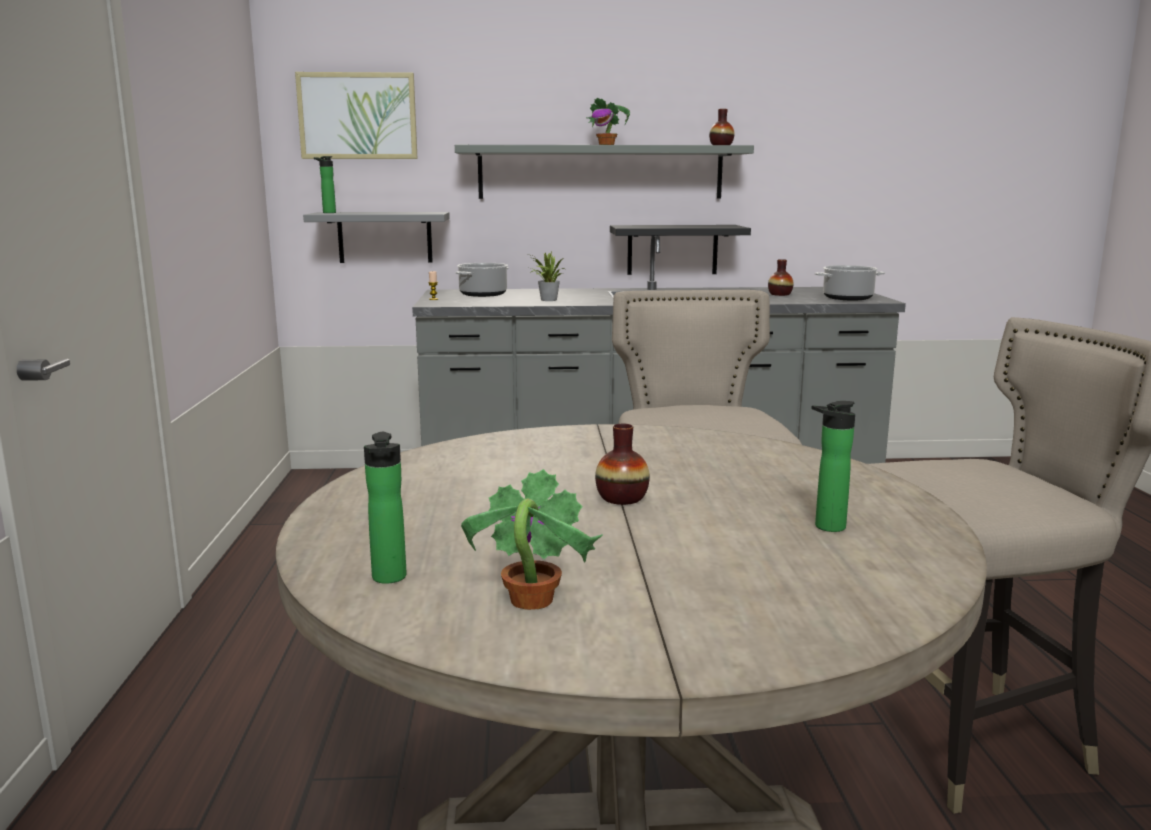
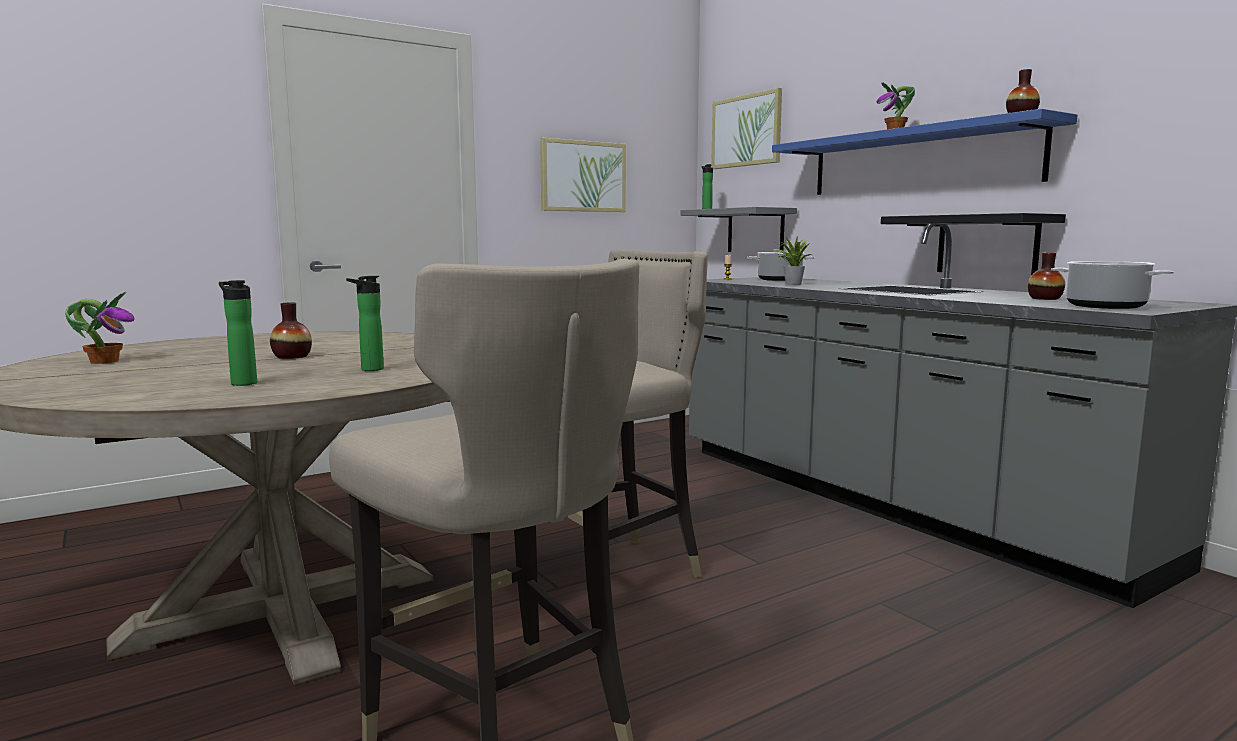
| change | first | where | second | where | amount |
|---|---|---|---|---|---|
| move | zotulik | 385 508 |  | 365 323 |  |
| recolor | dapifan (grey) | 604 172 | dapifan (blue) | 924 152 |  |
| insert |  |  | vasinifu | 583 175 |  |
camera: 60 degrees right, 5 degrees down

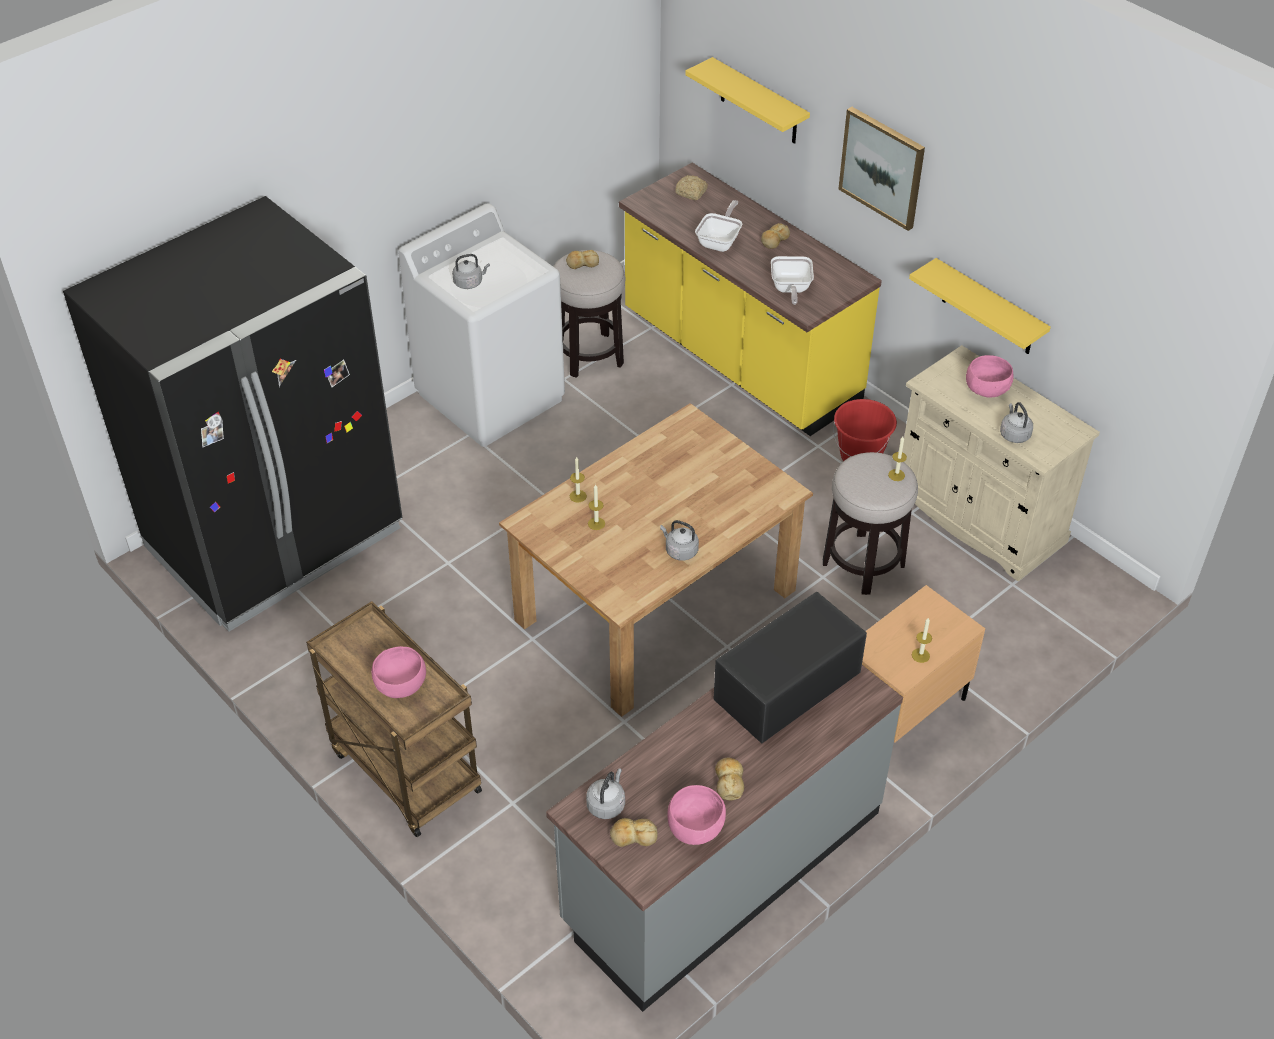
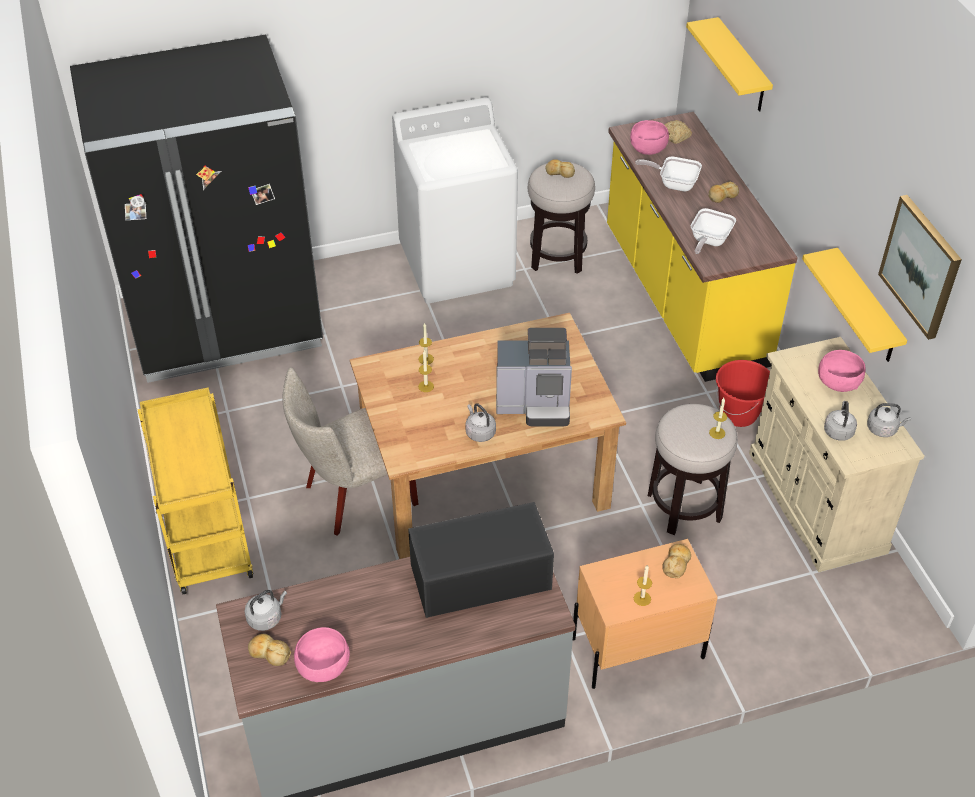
| change | first | where | second | where | amount |
|---|---|---|---|---|---|
| recolor | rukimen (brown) | 394 719 | rukimen (yellow) | 195 490 |  |
| move | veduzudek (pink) | 398 672 |  | 649 137 |  |
| move | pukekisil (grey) | 471 271 |  | 889 420 |  |
| rotate | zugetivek | 718 226 |  | 668 174 | 120 degrees counterclockwise |
| move | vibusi | 729 779 |  | 676 561 |  |
| move | vasinifu | 881 169 |  | 920 267 |  |
| insert |  |  | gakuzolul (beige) | 351 451 |  |
| insert |  |  | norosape | 534 377 |  |
camera: 25 degrees right, 0 degrees up

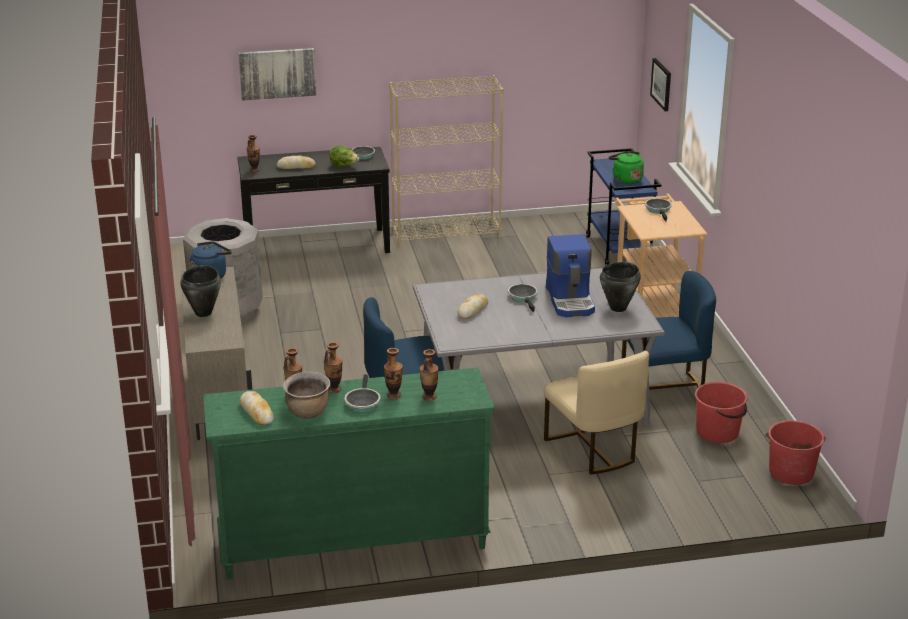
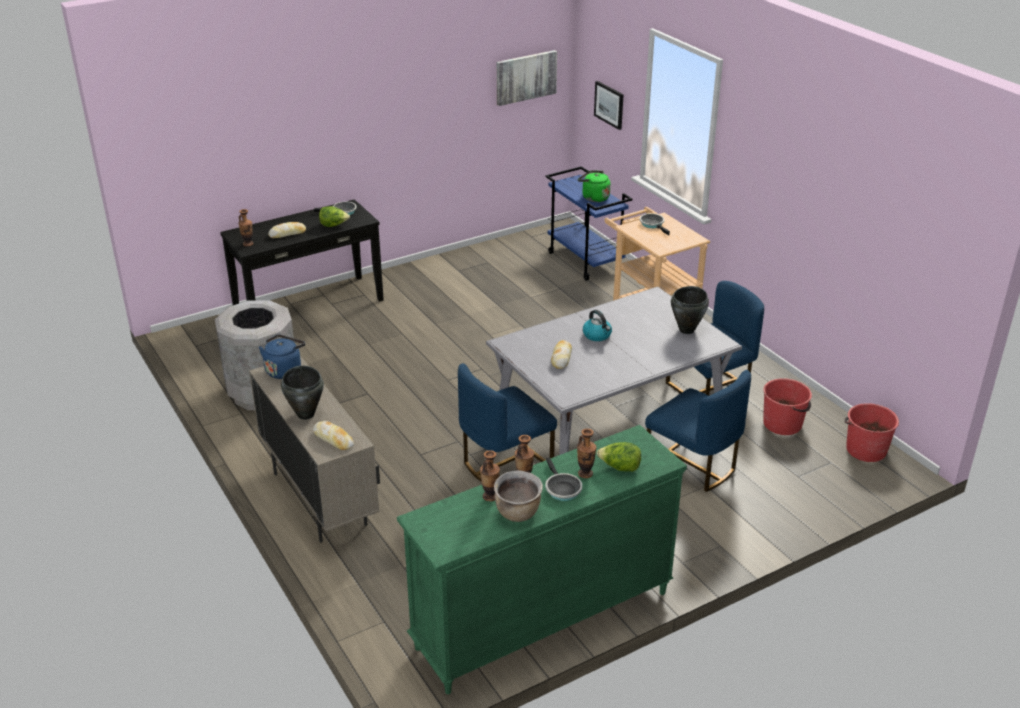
| change | first | where | second | where | amount |
|---|---|---|---|---|---|
| move | vasinifu | 277 74 |  | 527 78 |  |
| move | vibusi | 257 408 |  | 333 435 |  |
| delete | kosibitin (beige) | 446 160 |  |  |  |
| replace | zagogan | 429 375 | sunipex | 619 457 |  |
| replace | zugetivek | 523 298 | pukekisil | 597 325 |  |
| recolor | gakuzolul (beige) | 596 413 | gakuzolul (blue) | 698 431 |  |
| delete | norosape | 570 275 |  |  |  |
camera: 20 degrees left, 5 degrees up

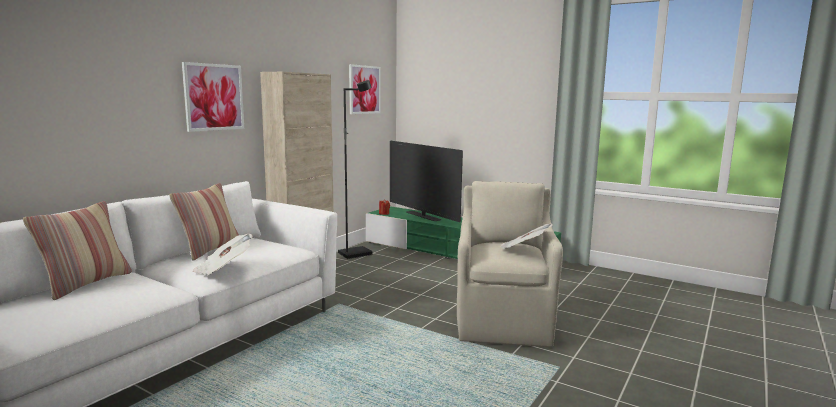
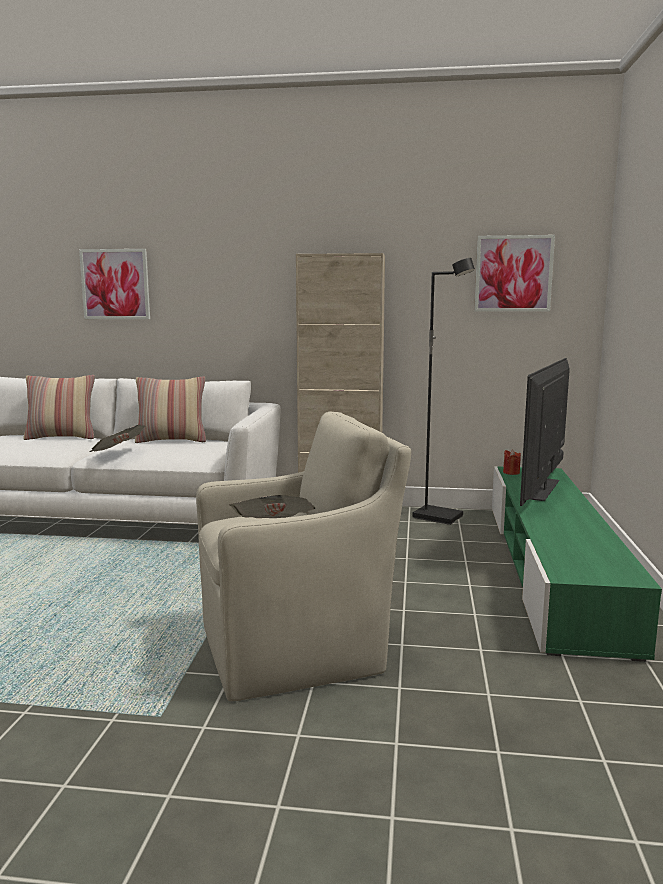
| change | first | where | second | where | amount |
|---|---|---|---|---|---|
| move | vasinifu | 213 97 |  | 114 284 |  |
camera: 65 degrees right, 0 degrees up

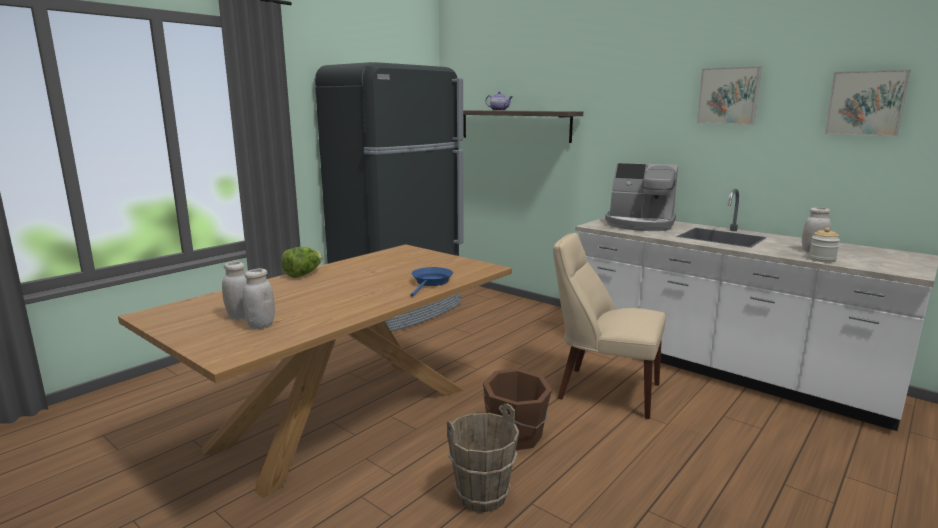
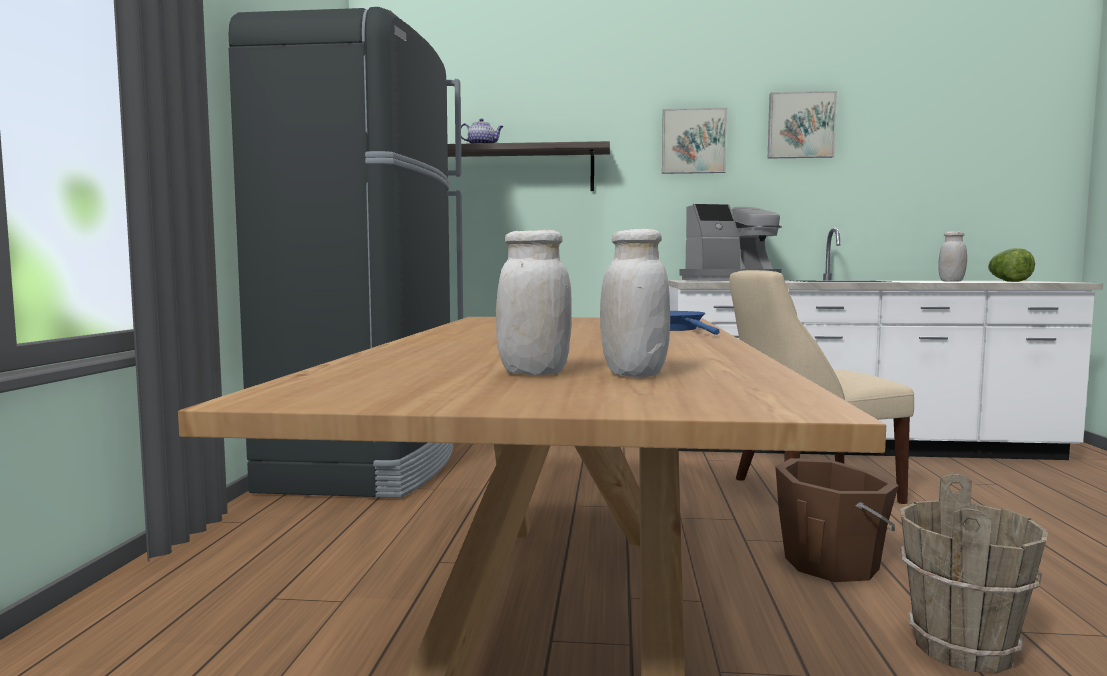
| change | first | where | second | where | amount |
|---|---|---|---|---|---|
| move | sunipex | 302 262 |  | 1011 265 |  |
| delete | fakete | 824 245 |  |  |  |
| move | vasinifu | 867 103 |  | 694 141 |  |
camera: 35 degrees left, 10 degrees down

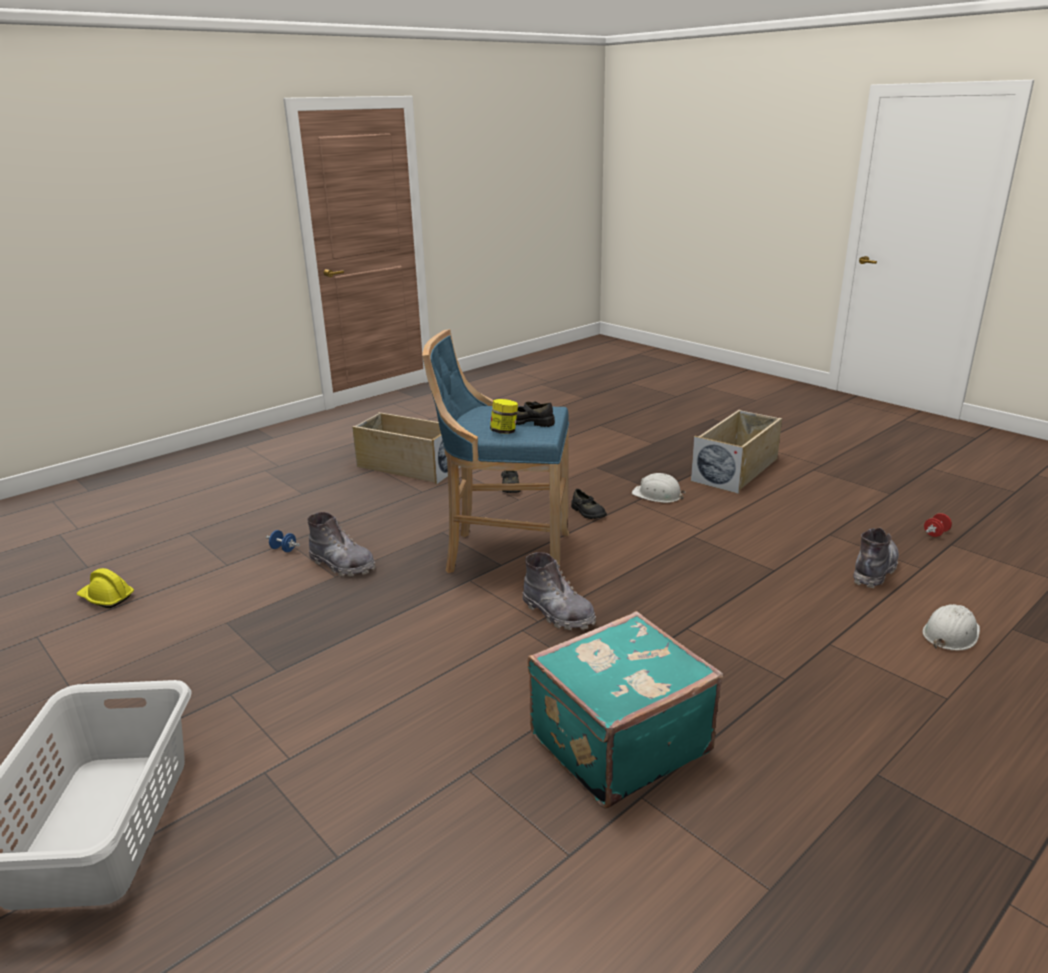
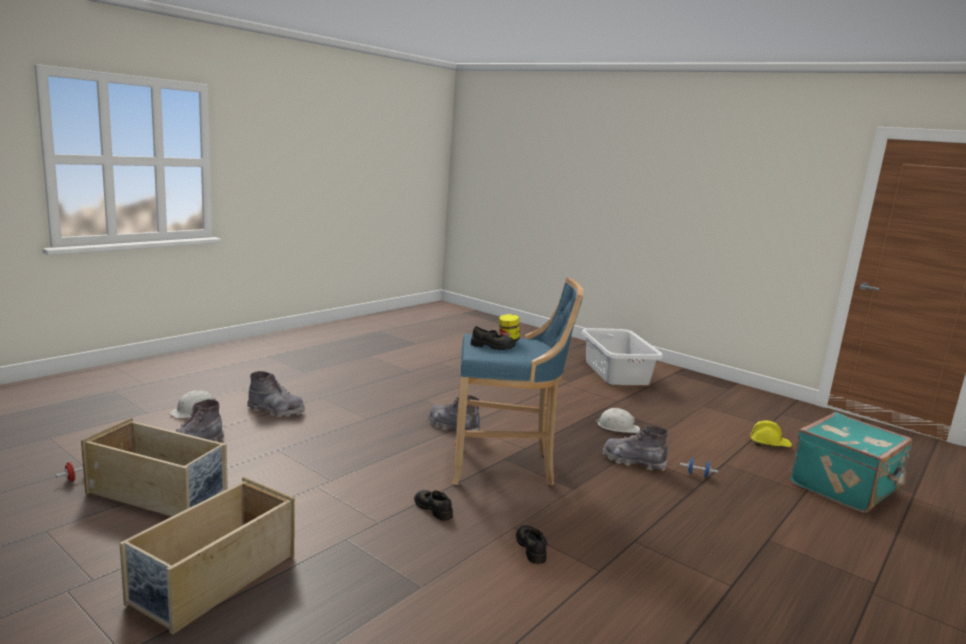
| change | first | where | second | where | amount |
|---|---|---|---|---|---|
| move | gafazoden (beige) | 406 448 |  | 154 467 |  |
| move | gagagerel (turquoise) | 625 710 |  | 851 462 |  |
| move | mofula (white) | 658 488 |  | 618 420 |  |
| insert |  |  | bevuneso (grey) | 276 394 |  |
camera: 170 degrees right, 10 degrees down

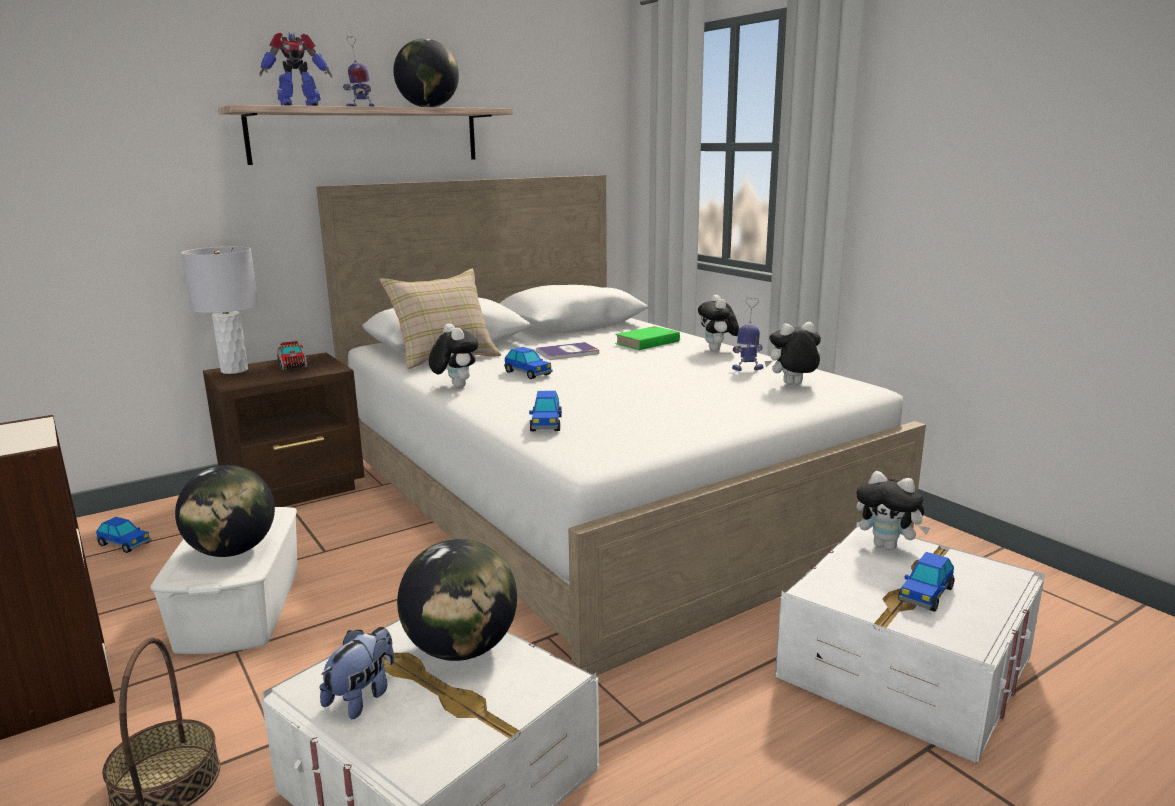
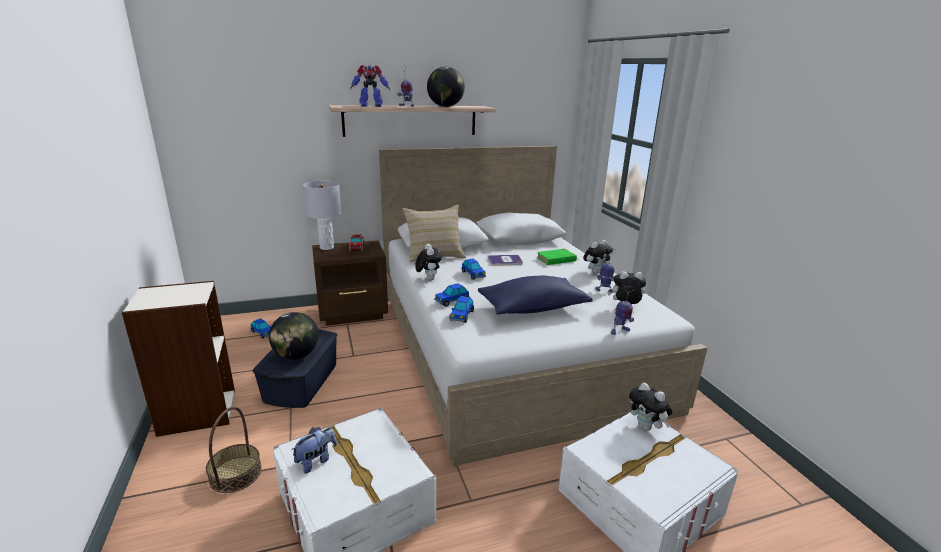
| change | first | where | second | where | amount |
|---|---|---|---|---|---|
| recolor | gafazoden (white) | 224 580 | gafazoden (blue) | 295 369 |  |
| delete | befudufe | 457 600 |  |  |  |
| rotate | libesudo | 718 323 |  | 598 257 | 135 degrees counterclockwise |
| move | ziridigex | 926 582 |  | 452 295 |  |
| insert |  |  | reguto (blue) | 535 295 |  |
| insert |  |  | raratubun | 622 310 |  |
camera: 15 degrees right, 5 degrees up

